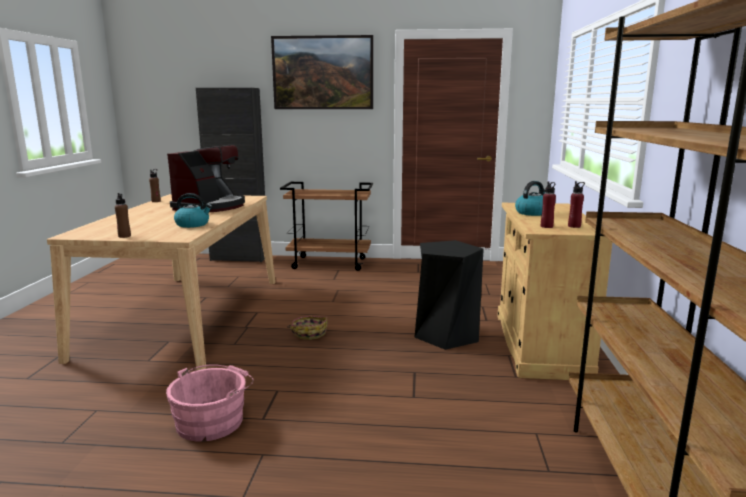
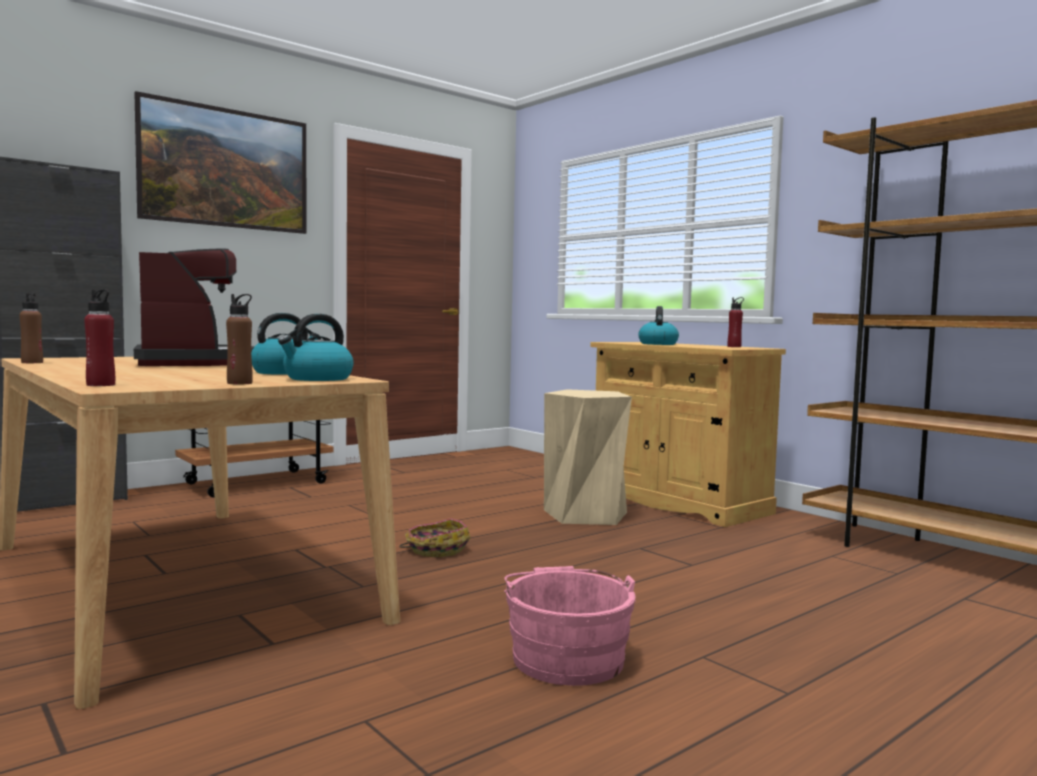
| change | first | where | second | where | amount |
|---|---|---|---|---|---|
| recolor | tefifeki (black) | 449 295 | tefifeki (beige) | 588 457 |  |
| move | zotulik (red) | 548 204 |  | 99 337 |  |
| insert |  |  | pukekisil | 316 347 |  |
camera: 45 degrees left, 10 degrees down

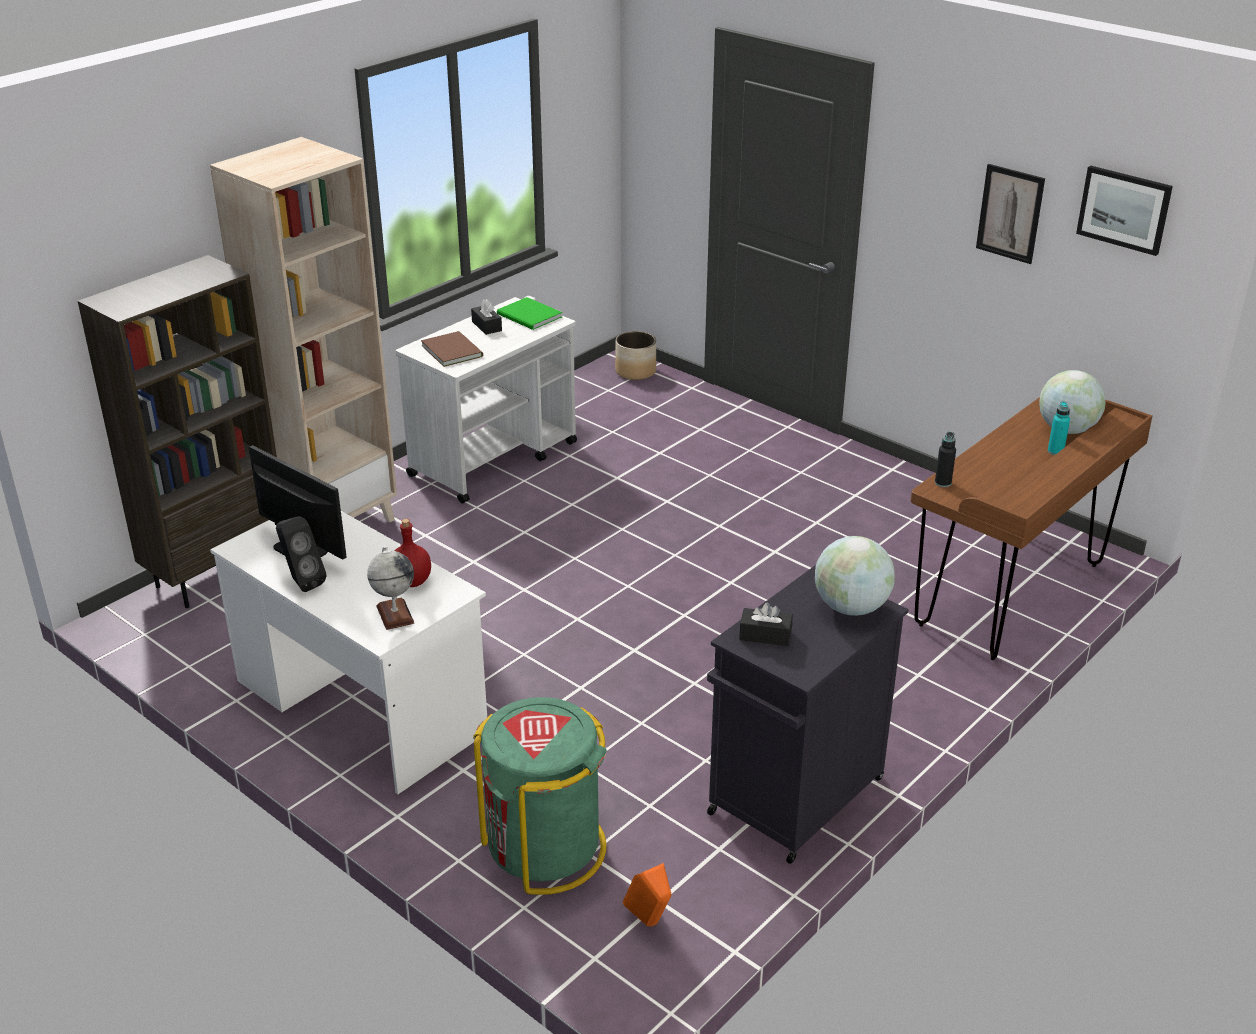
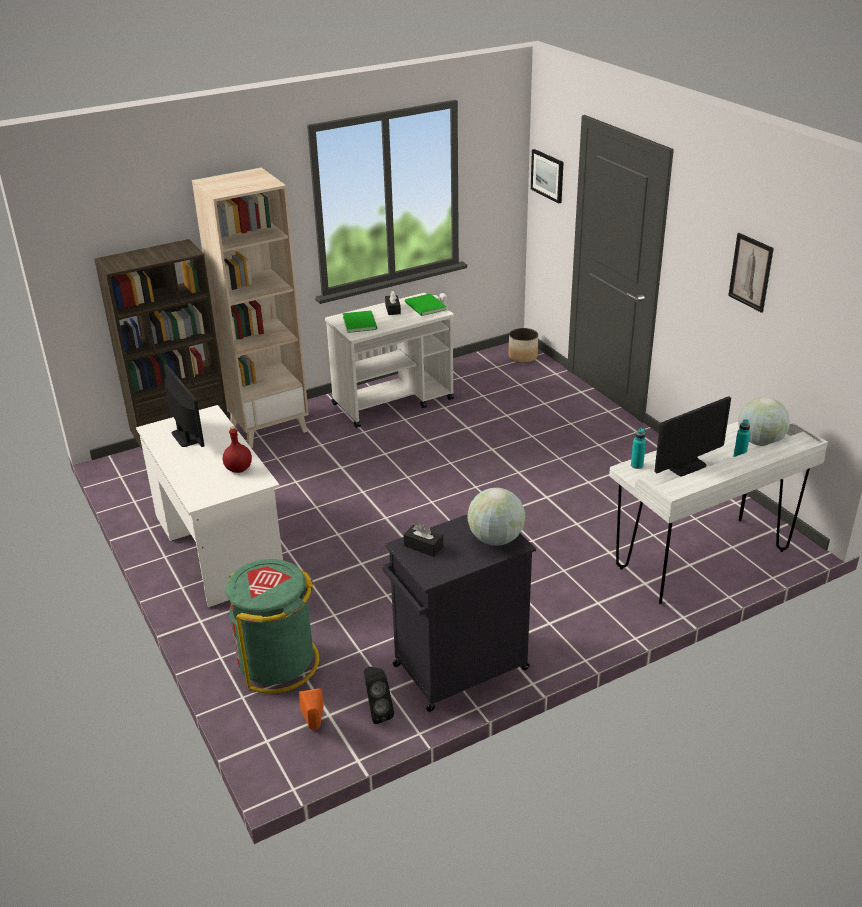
| change | first | where | second | where | amount |
|---|---|---|---|---|---|
| move | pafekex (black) | 301 554 |  | 379 695 |  |
| delete | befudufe | 390 588 |  |  |  |
| recolor | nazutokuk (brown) | 452 349 | nazutokuk (green) | 360 321 |  |
| recolor | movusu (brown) | 1032 528 | movusu (white) | 718 512 |  |
| recolor | zotulik (black) | 945 459 | zotulik (turquoise) | 638 448 |  |
| move | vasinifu | 1124 211 |  | 547 176 |  |
| insert |  |  | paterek | 692 436 |  |
camera: 20 degrees right, 0 degrees up

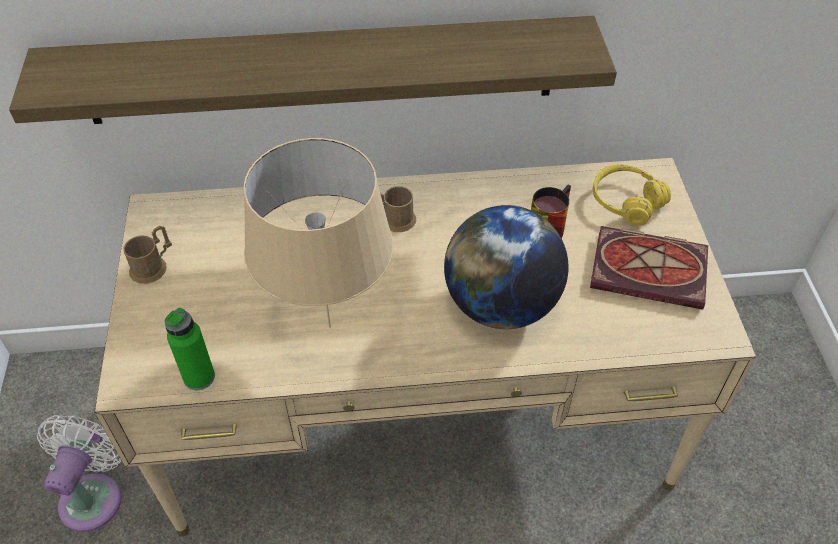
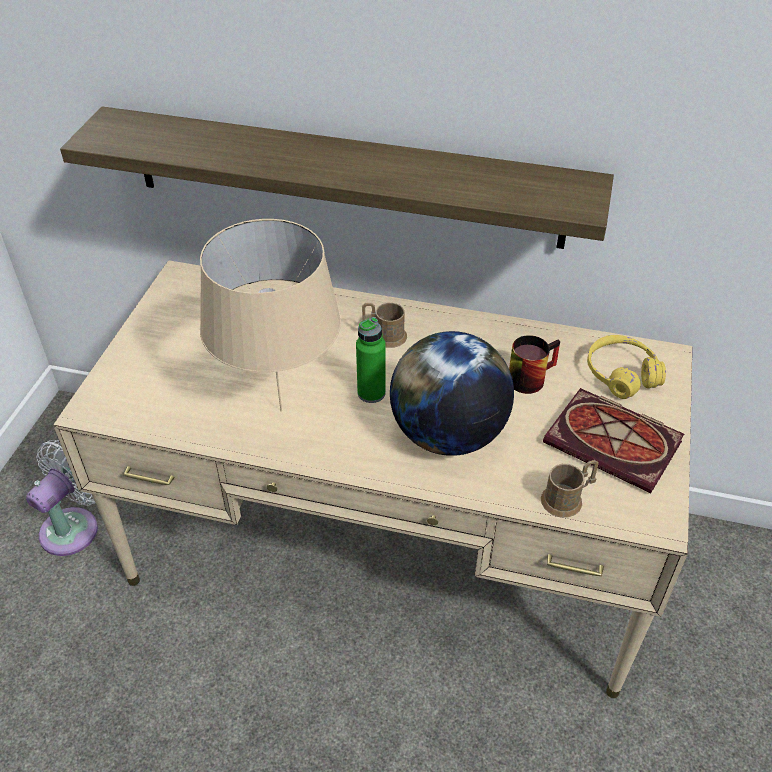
| change | first | where | second | where | amount |
|---|---|---|---|---|---|
| move | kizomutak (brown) | 148 255 |  | 570 489 |  |
| move | zotulik (green) | 190 349 |  | 371 360 |  |
camera: 20 degrees right, 5 degrees down

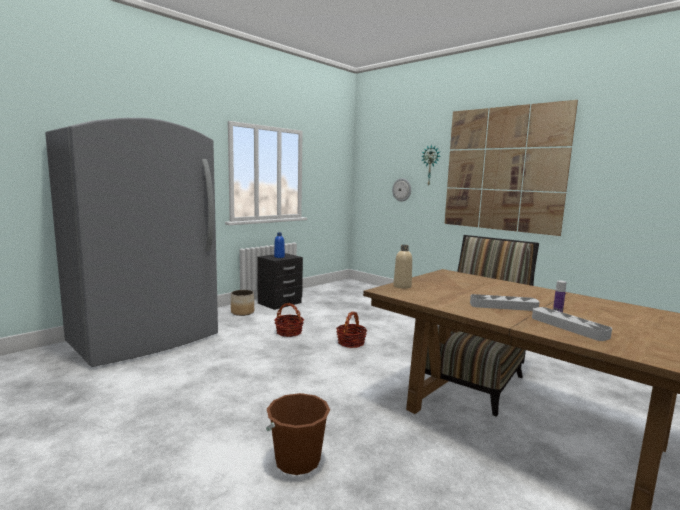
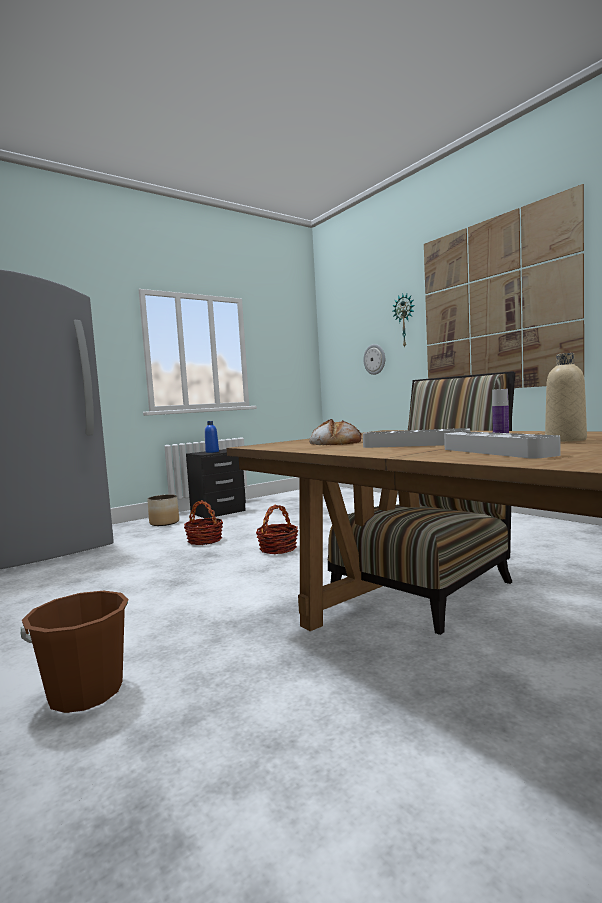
| change | first | where | second | where | amount |
|---|---|---|---|---|---|
| move | zotulik (beige) | 402 267 |  | 566 397 |  |
| insert |  |  | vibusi | 335 432 |  |
camera: 10 degrees right, 5 degrees down

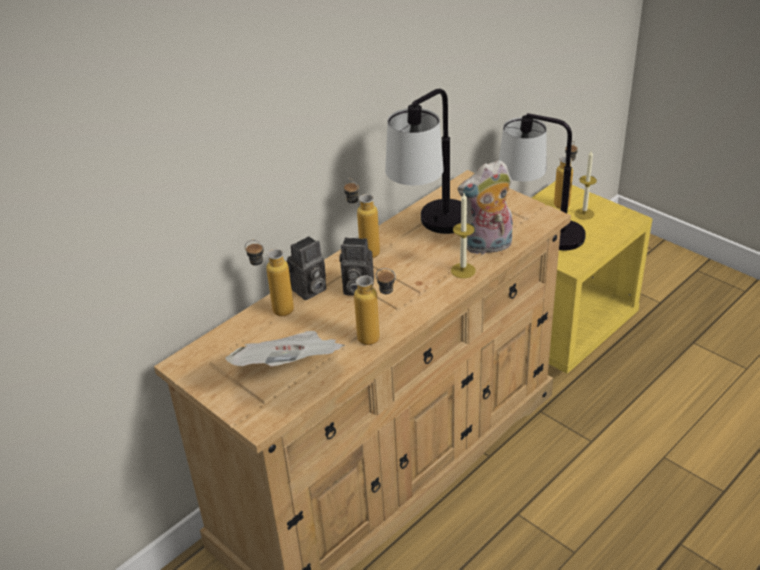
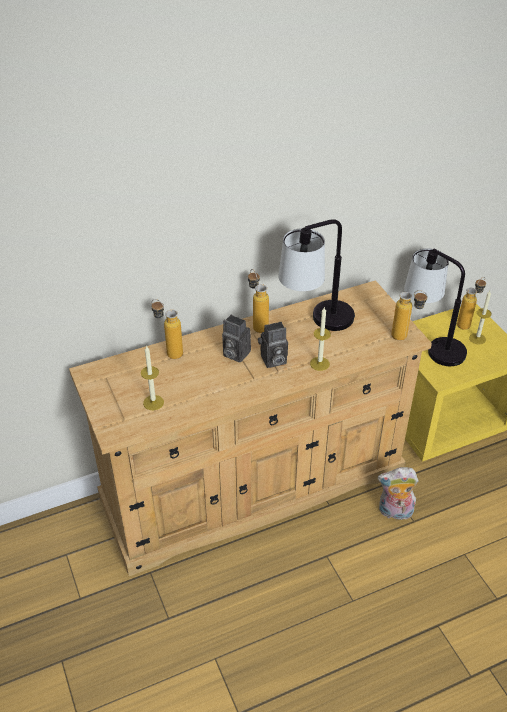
| change | first | where | second | where | amount |
|---|---|---|---|---|---|
| replace | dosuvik | 285 348 | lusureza | 152 377 |  |
| move | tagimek | 306 268 |  | 273 345 |  |
| move | zotulik | 375 306 |  | 409 315 |  |
| move | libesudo | 485 207 |  | 398 493 |  |
camera: 20 degrees right, 5 degrees up

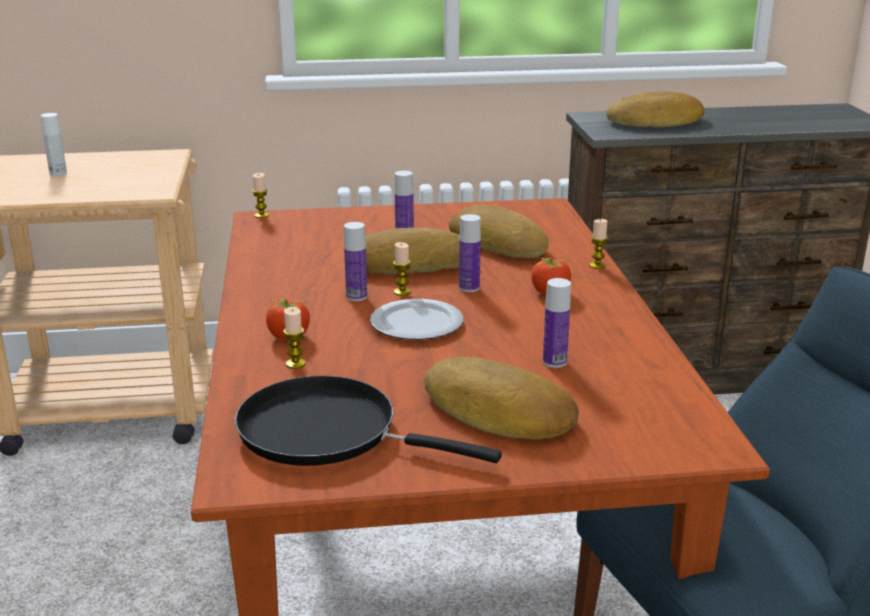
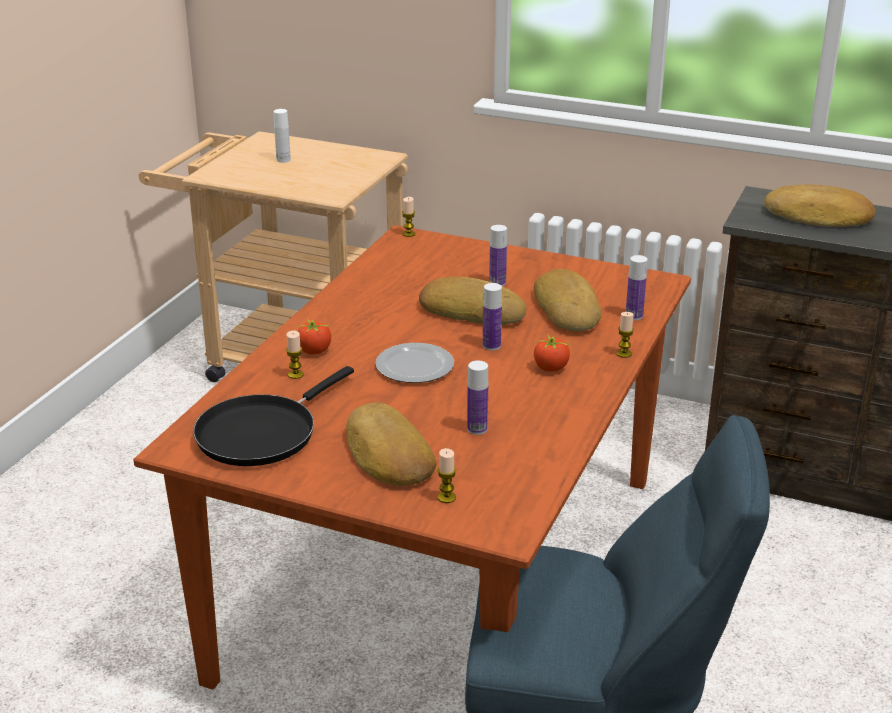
| change | first | where | second | where | amount |
|---|---|---|---|---|---|
| rotate | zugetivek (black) | 368 421 |  | 273 416 | 105 degrees counterclockwise |
| move | zotulik | 355 261 |  | 637 287 |  |
| move | lusureza | 402 269 |  | 446 475 |  |
camera: 30 degrees right, 5 degrees up

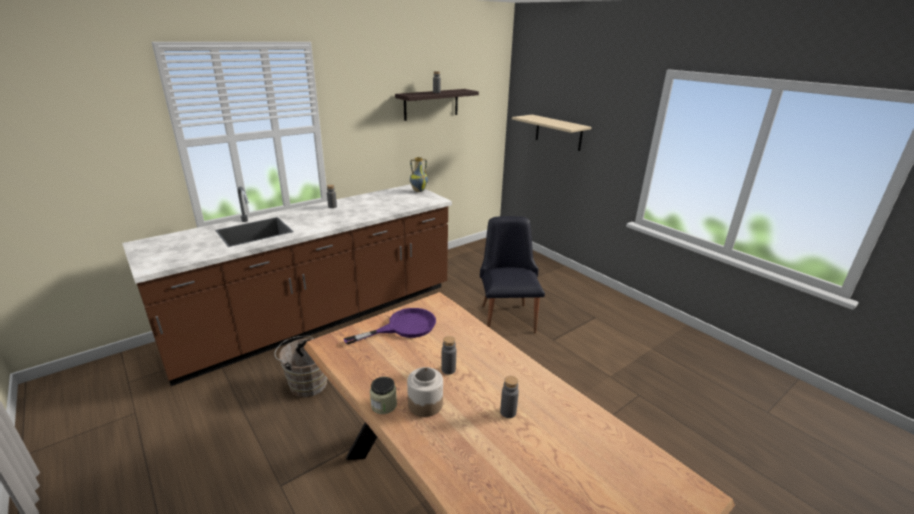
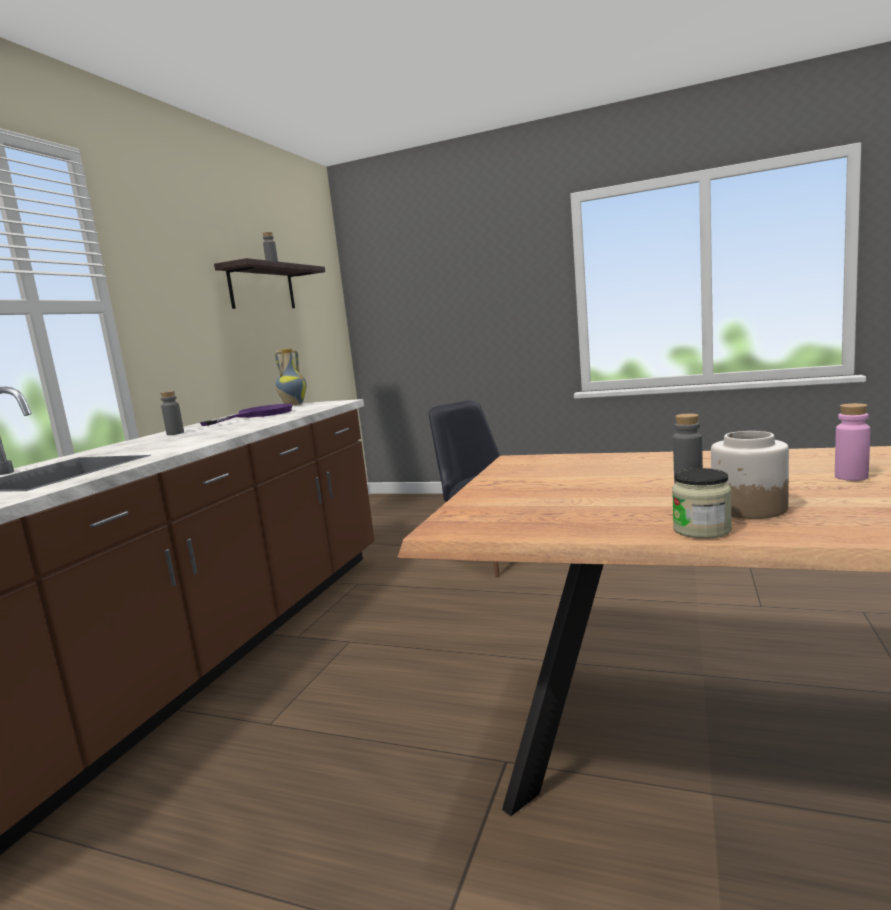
| change | first | where | second | where | amount |
|---|---|---|---|---|---|
| delete | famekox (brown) | 300 366 |  |  |  |
| move | zugetivek (purple) | 390 326 |  | 246 415 |  |
| recolor | zotulik (grey) | 509 397 | zotulik (pink) | 852 442 |  |
| delete | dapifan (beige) | 552 133 |  |  |  |
camera: 30 degrees left, 15 degrees down

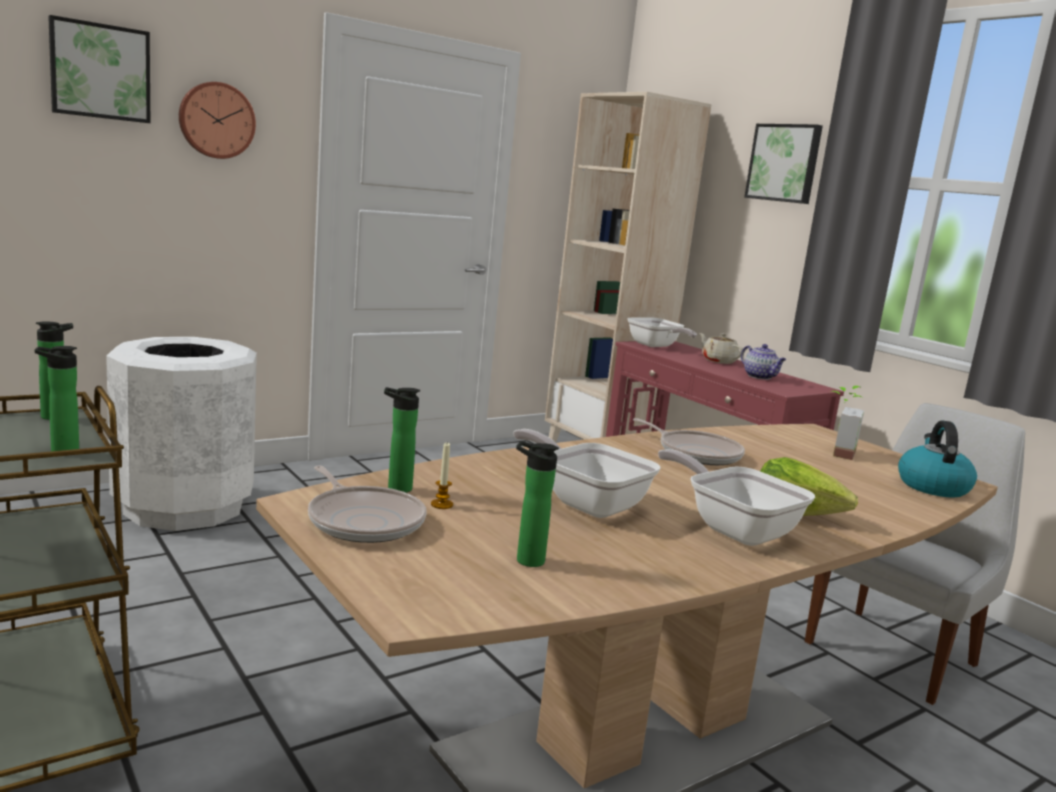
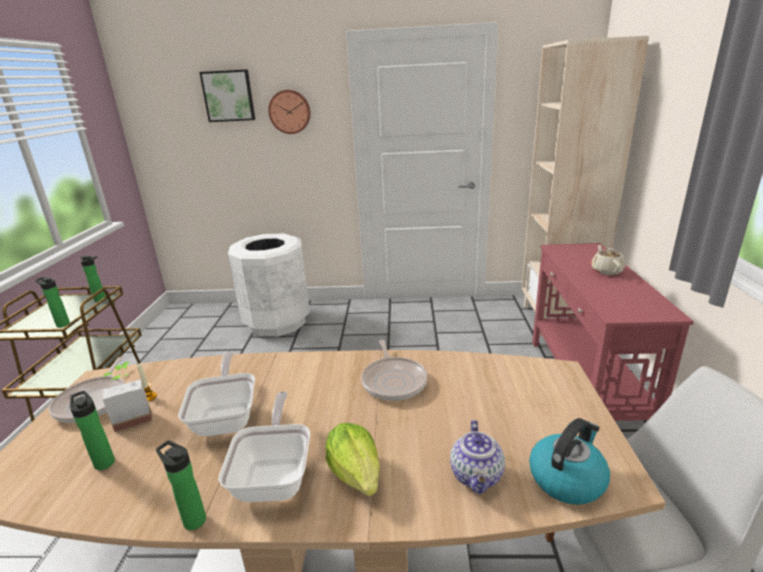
| change | first | where | second | where | amount |
|---|---|---|---|---|---|
| move | zotulik | 402 440 |  | 181 485 |  |
| delete | zugetivek | 662 332 |  |  |  |
| move | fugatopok | 763 362 |  | 477 457 |  |
| delete | vasinifu | 783 164 |  |  |  |
| move | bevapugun | 847 423 |  | 127 397 |  |
camera: 40 degrees right, 10 degrees up

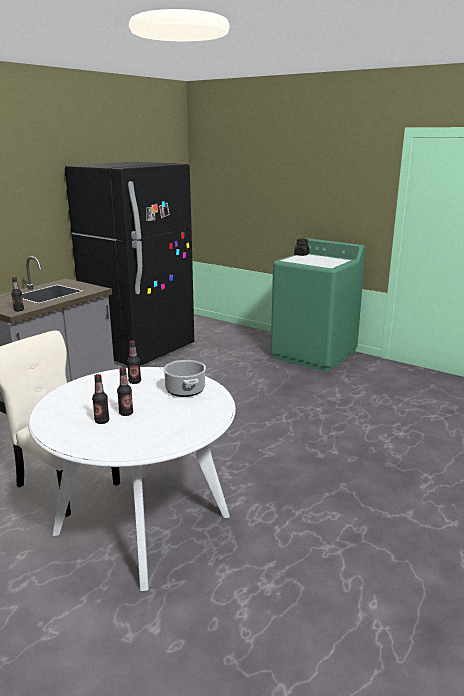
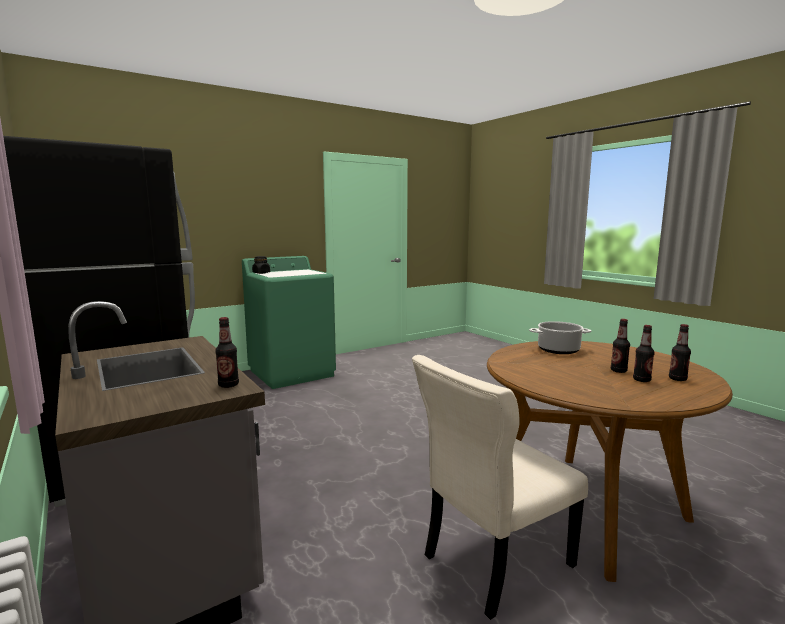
| change | first | where | second | where | amount |
|---|---|---|---|---|---|
| recolor | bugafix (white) | 132 479 | bugafix (brown) | 610 461 |  |
| move | zotulik | 134 362 |  | 680 352 |  |
camera: 70 degrees left, 10 degrees down

